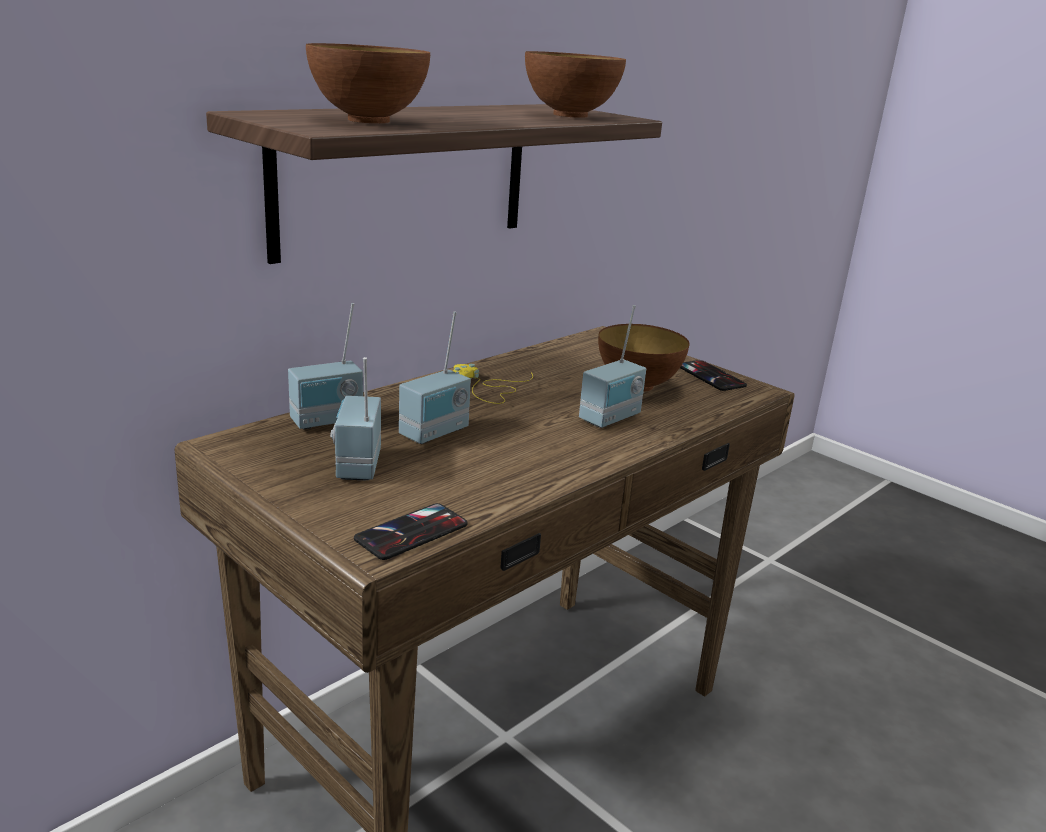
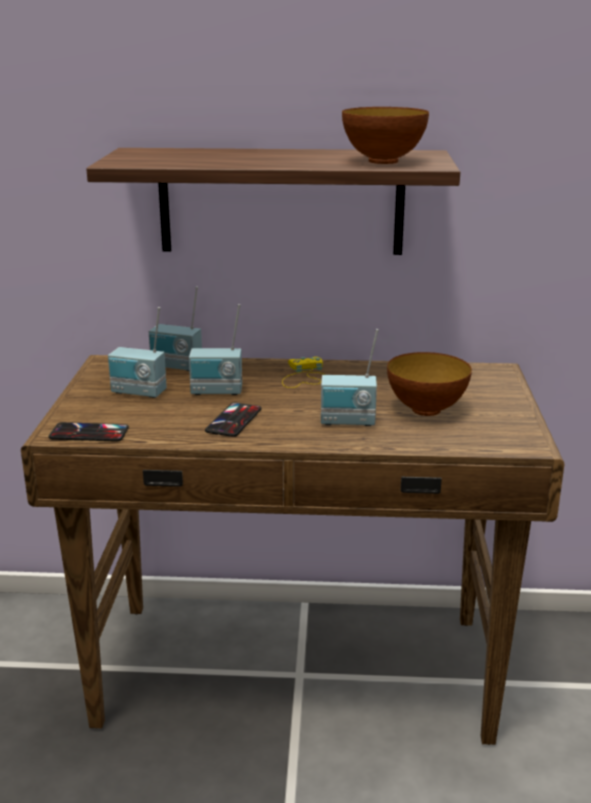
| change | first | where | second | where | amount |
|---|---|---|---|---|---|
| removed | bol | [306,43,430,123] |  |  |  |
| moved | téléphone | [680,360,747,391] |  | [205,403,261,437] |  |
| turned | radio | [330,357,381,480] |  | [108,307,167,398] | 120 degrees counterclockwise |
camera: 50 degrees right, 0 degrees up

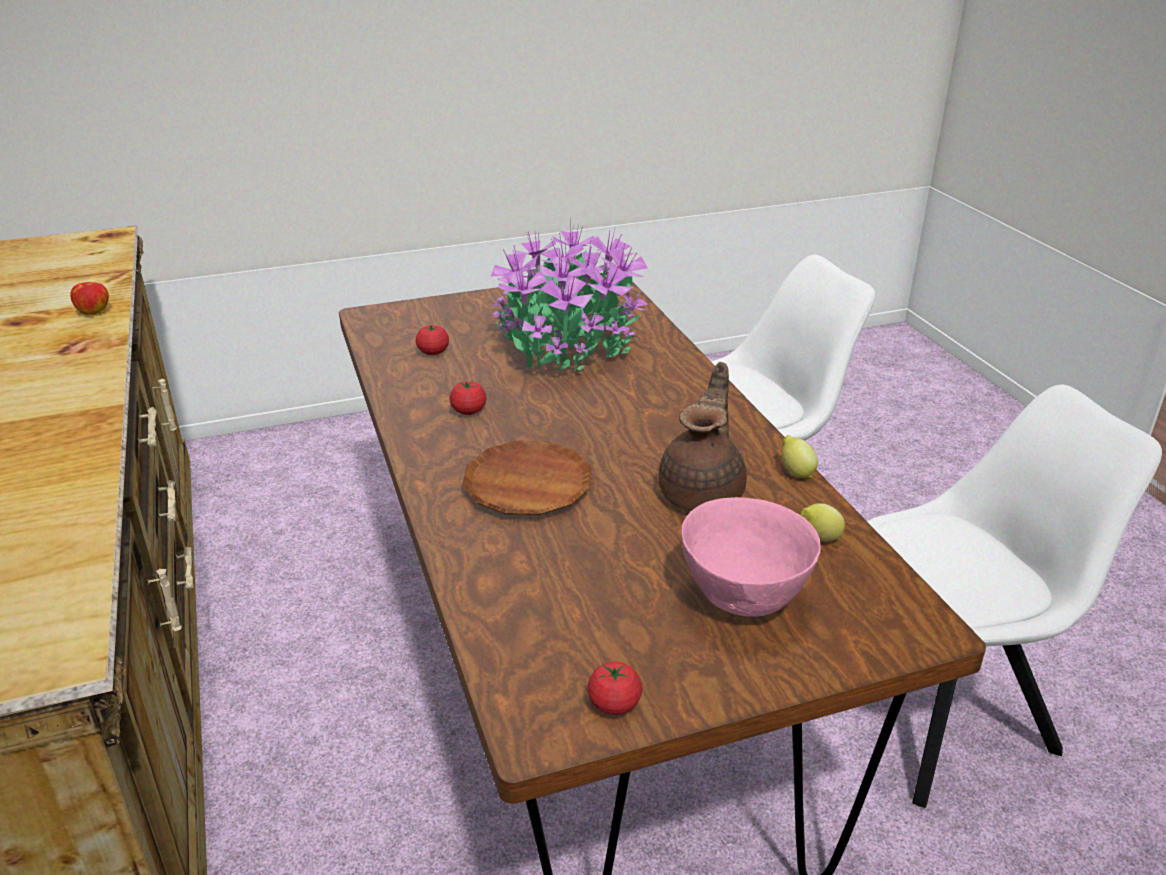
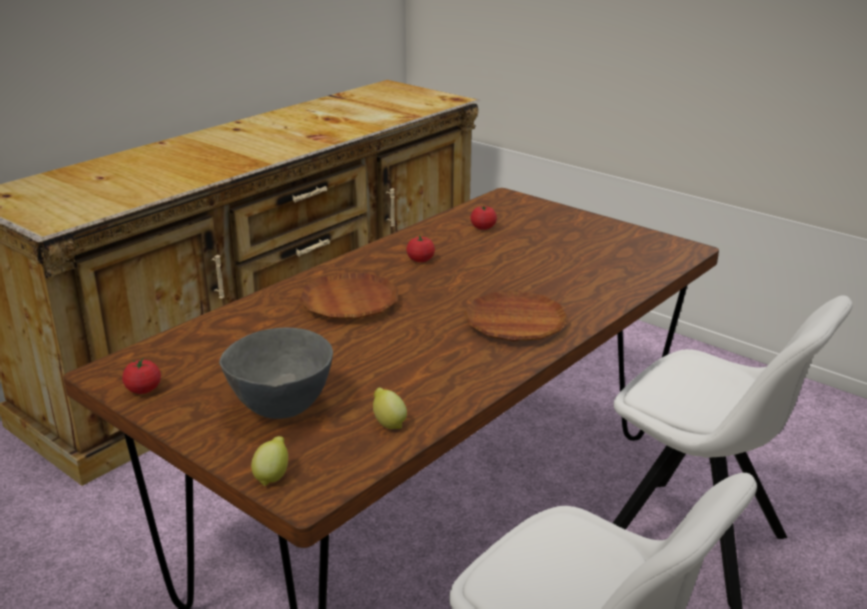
| change | first | where | second | where | amount |
|---|---|---|---|---|---|
| removed | pomme | [70,282,109,315] |  |  |  |
| removed | plante en pot | [491,220,648,372] |  |  |  |
| removed | théière [marron] | [658,362,747,511] |  |  |  |
| added |  |  | assiette [marron] | [464,291,568,342] |  |
| moved | citron | [782,435,818,478] |  | [251,436,288,486] |  |
| recoloured | bol [rose] | [681,497,821,617] | bol [gris] | [219,328,333,419] |  |
camera: 60 degrees right, 5 degrees down

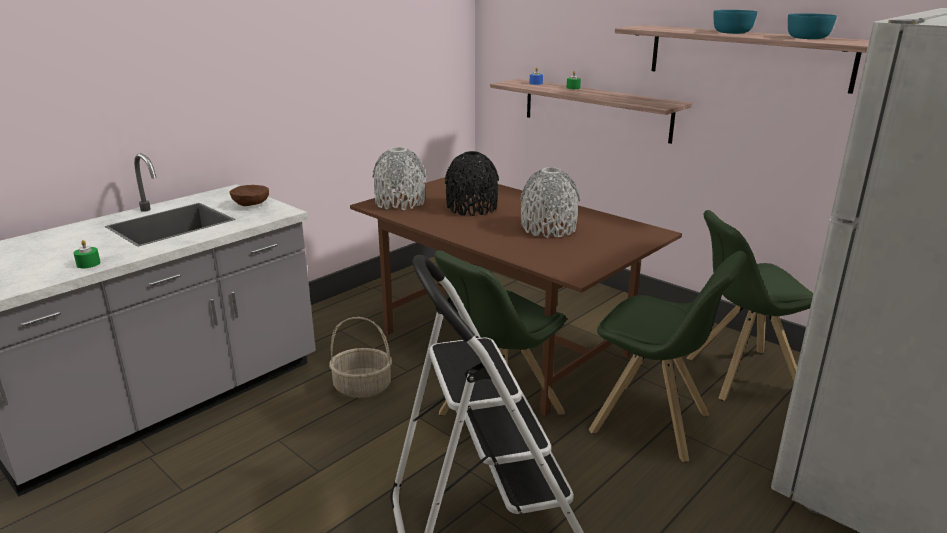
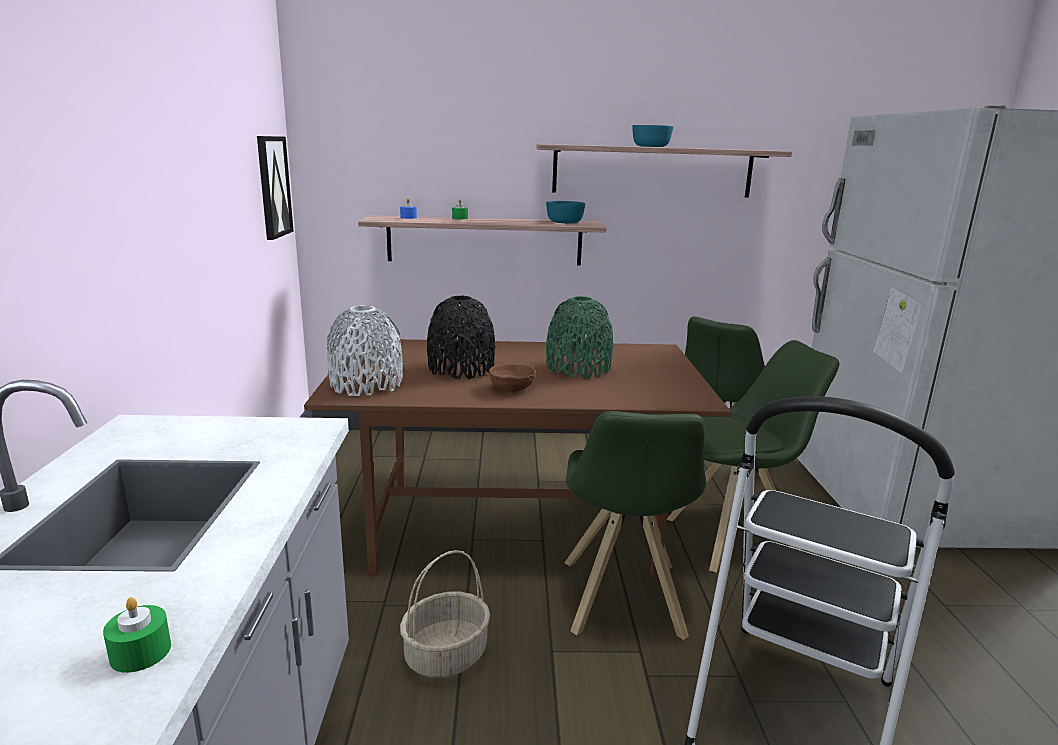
| change | first | where | second | where | amount |
|---|---|---|---|---|---|
| added |  |  | tableau | [257,136,294,240] |  |
| moved | bol [marron] | [229,185,269,206] |  | [489,364,536,392] |  |
| moved | bol [turquoise] | [788,13,837,39] |  | [546,201,585,223] |  |
| recoloured | vase [gris] | [520,167,580,238] | vase [vert] | [546,296,613,379] |  |
camera: 45 degrees left, 5 degrees down

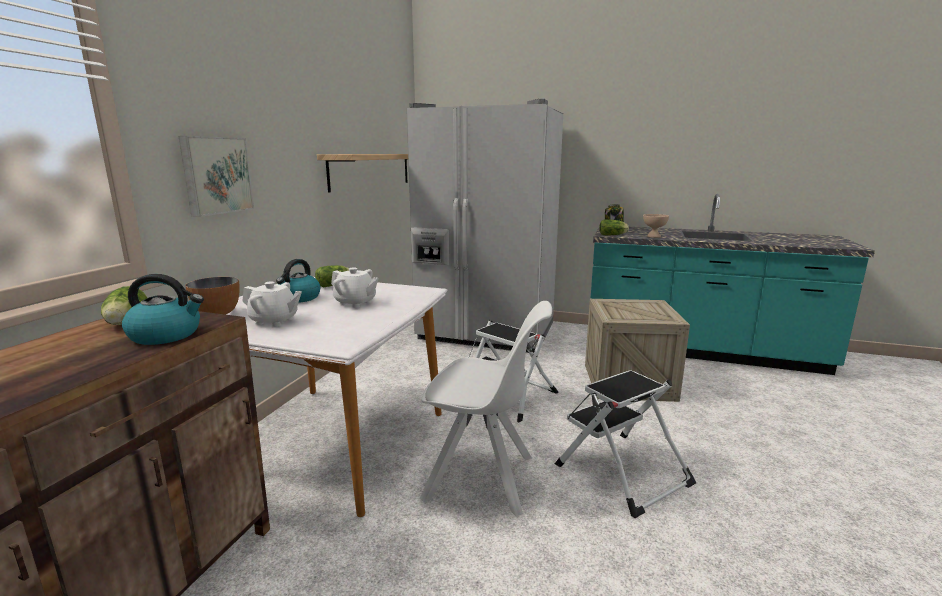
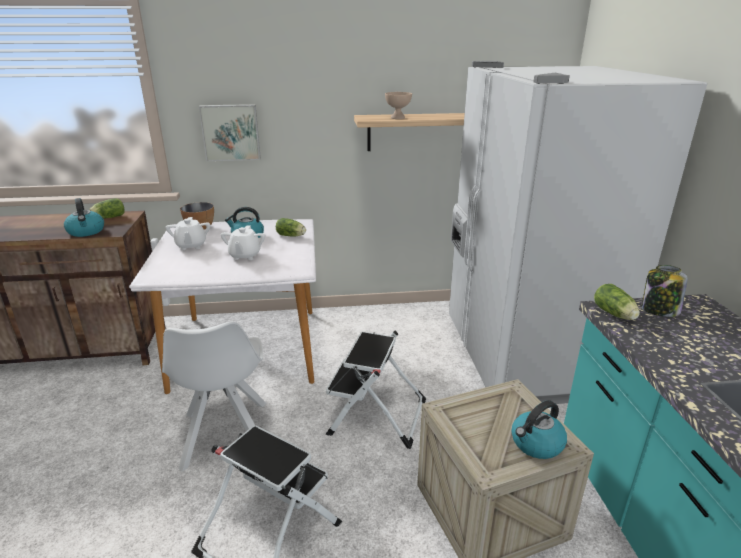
| change | first | where | second | where | amount |
|---|---|---|---|---|---|
| added |  |  | bouilloire | [511,400,567,459] |  |
| moved | bol [beige] | [643,214,669,238] |  | [385,92,412,119] |  |
camera: 65 degrees right, 10 degrees up

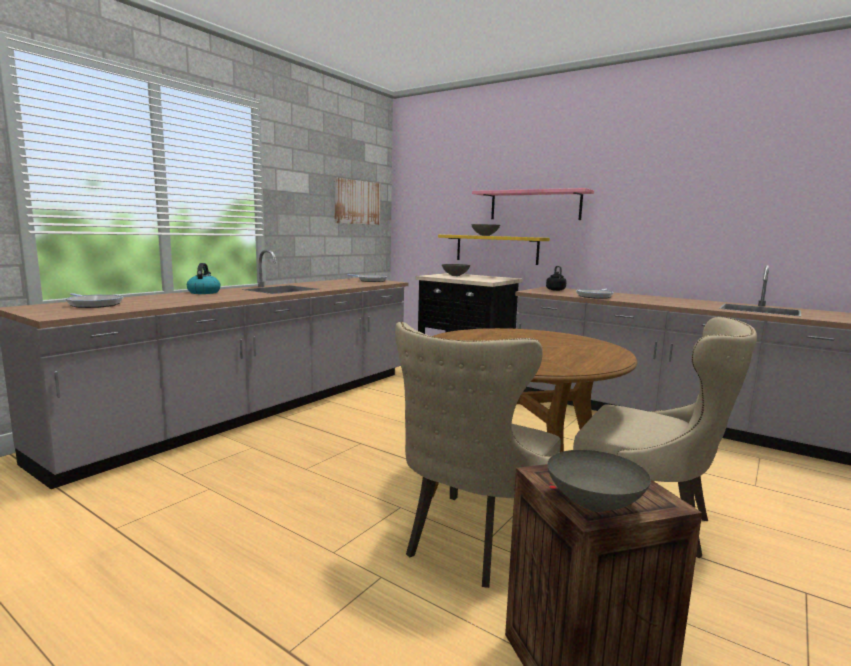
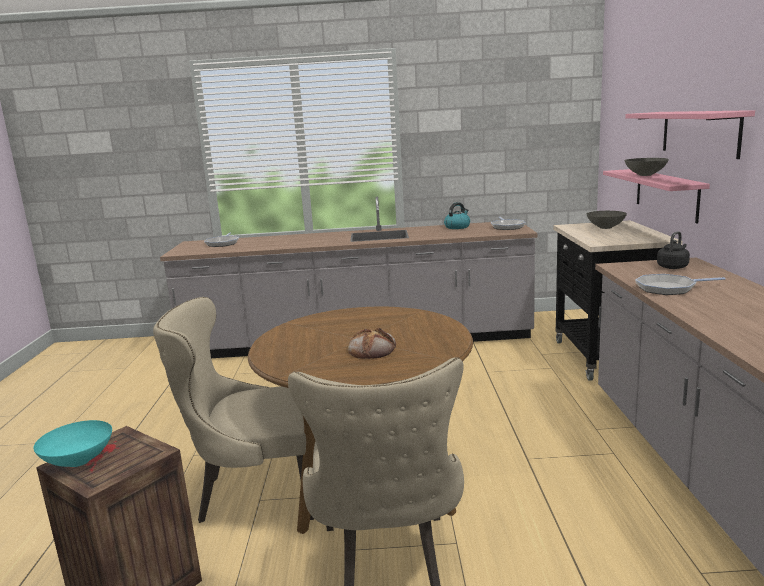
| change | first | where | second | where | amount |
|---|---|---|---|---|---|
| removed | tableau | [335,178,380,225] |  |  |  |
| added |  |  | pain | [348,328,396,359] |  |
| moved | bouilloire | [187,263,221,294] |  | [444,202,470,229] |  |
| recoloured | étagère [jaune] | [438,235,550,265] | étagère [rose] | [603,169,710,223] |  |
| recoloured | bol [gris] | [547,450,651,512] | bol [turquoise] | [33,420,112,467] |  |
camera: 55 degrees right, 5 degrees up

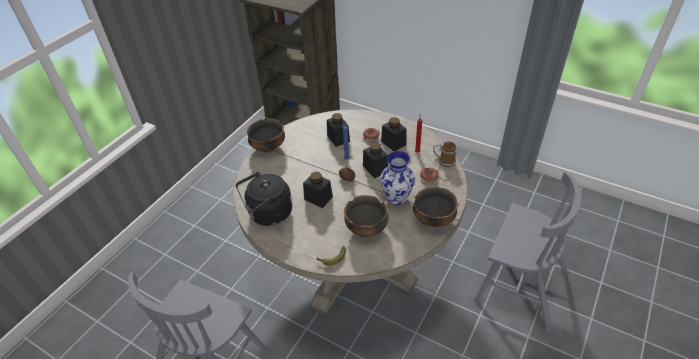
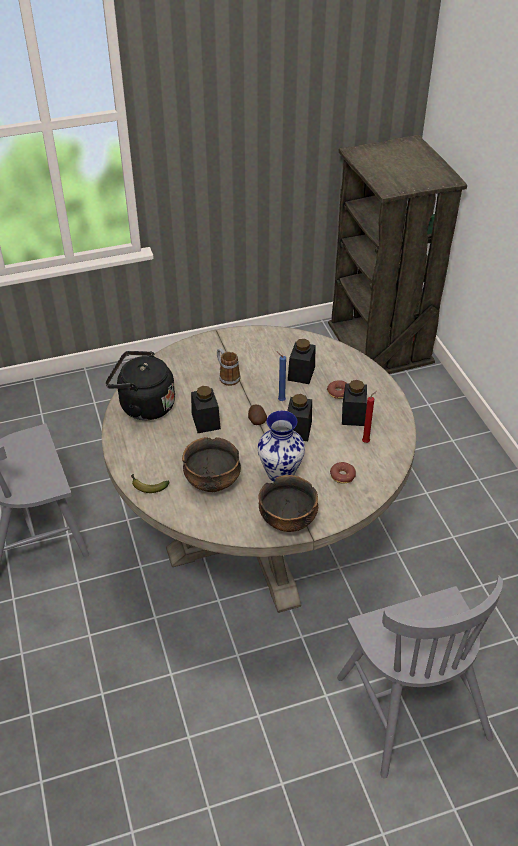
| change | first | where | second | where | amount |
|---|---|---|---|---|---|
| removed | bol | [247,119,285,152] |  |  |  |
| moved | mug | [433,141,456,167] |  | [217,348,240,386] |  |
camera: 40 degrees right, 0 degrees up

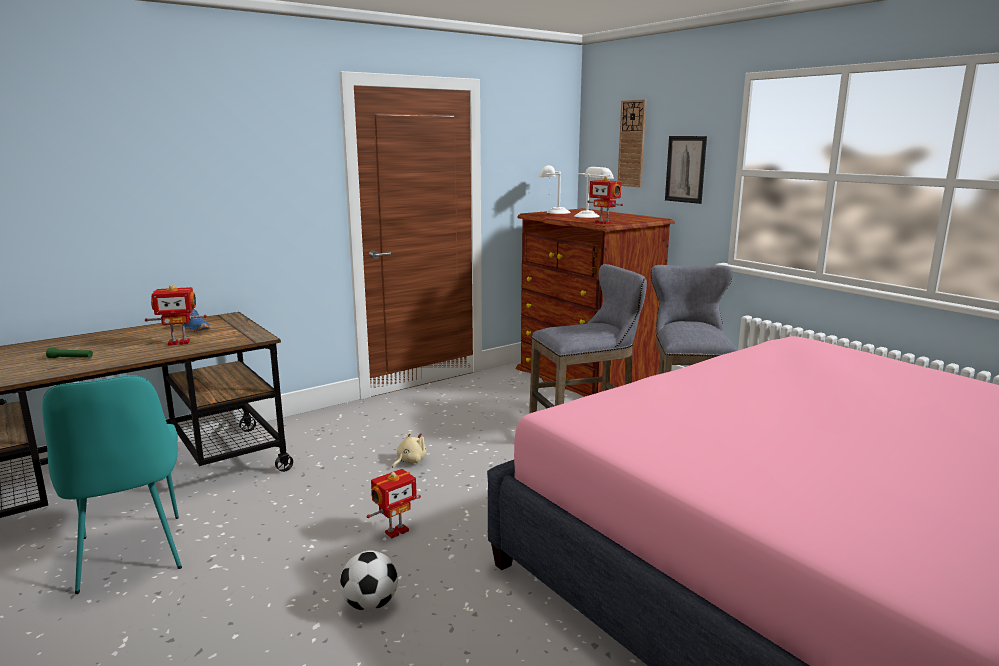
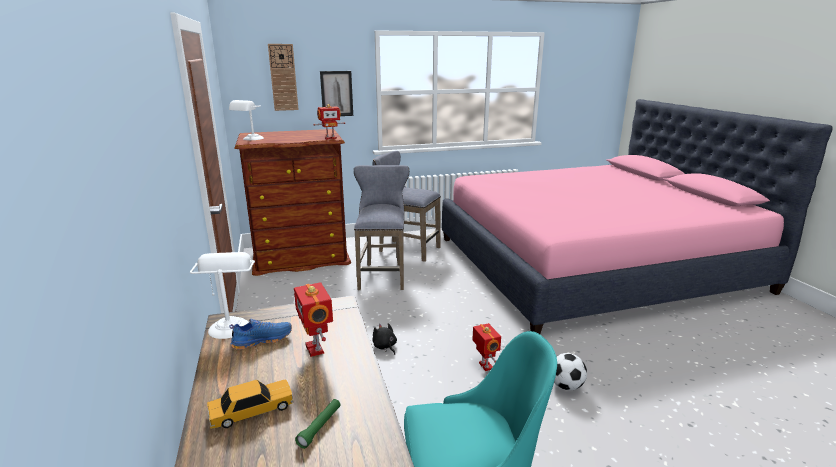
| change | first | where | second | where | amount |
|---|---|---|---|---|---|
| added |  |  | petite voiture | [207,379,293,429] |  |
| moved | lampe de table [blanc] | [575,167,614,218] |  | [190,252,255,339] |  |
| recoloured | peluche [beige] | [392,432,426,468] | peluche [noir] | [372,323,397,355] |  |
| turned | robot jouet | [145,284,207,346] |  | [294,282,333,357] | 150 degrees clockwise |
camera: 70 degrees left, 5 degrees up

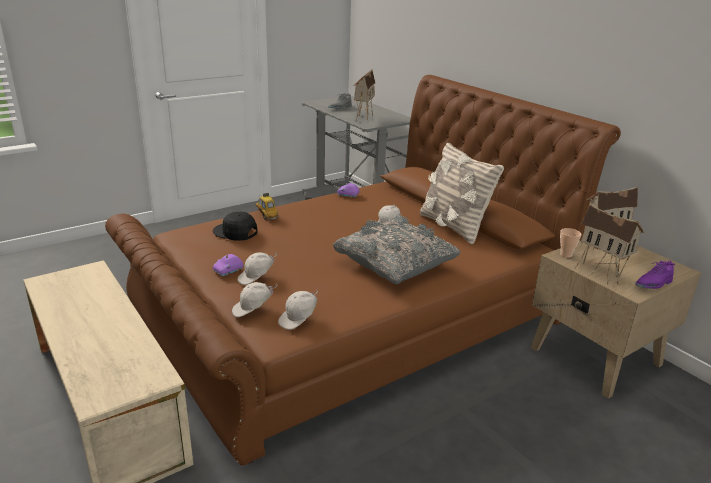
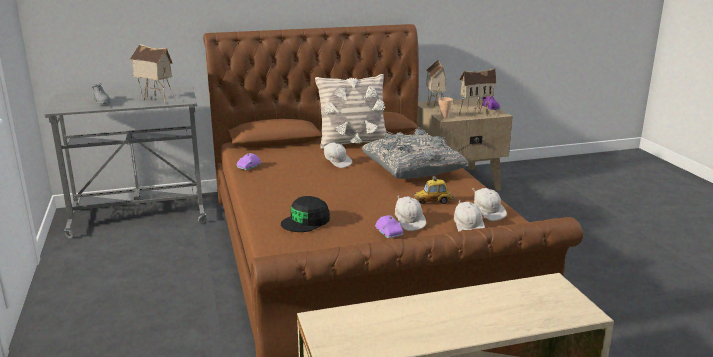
| change | first | where | second | where | amount |
|---|---|---|---|---|---|
| moved | petite voiture | [255,193,279,221] |  | [414,176,454,204] |  |
camera: 70 degrees left, 5 degrees down

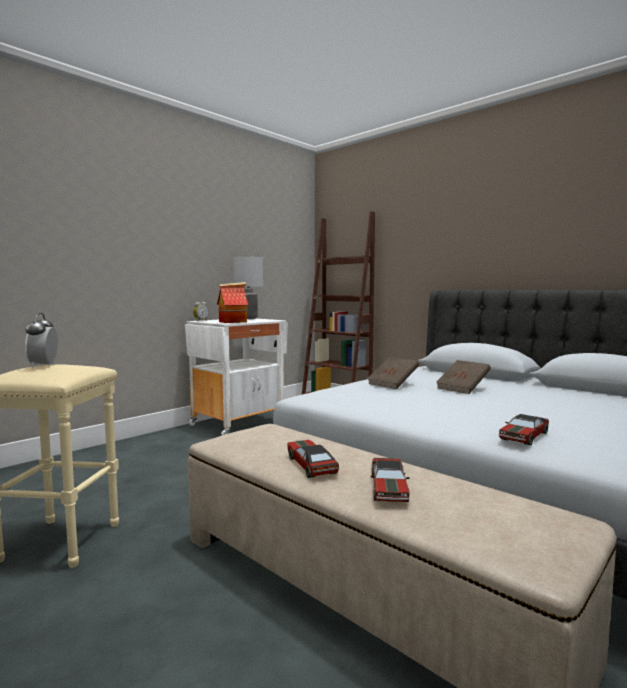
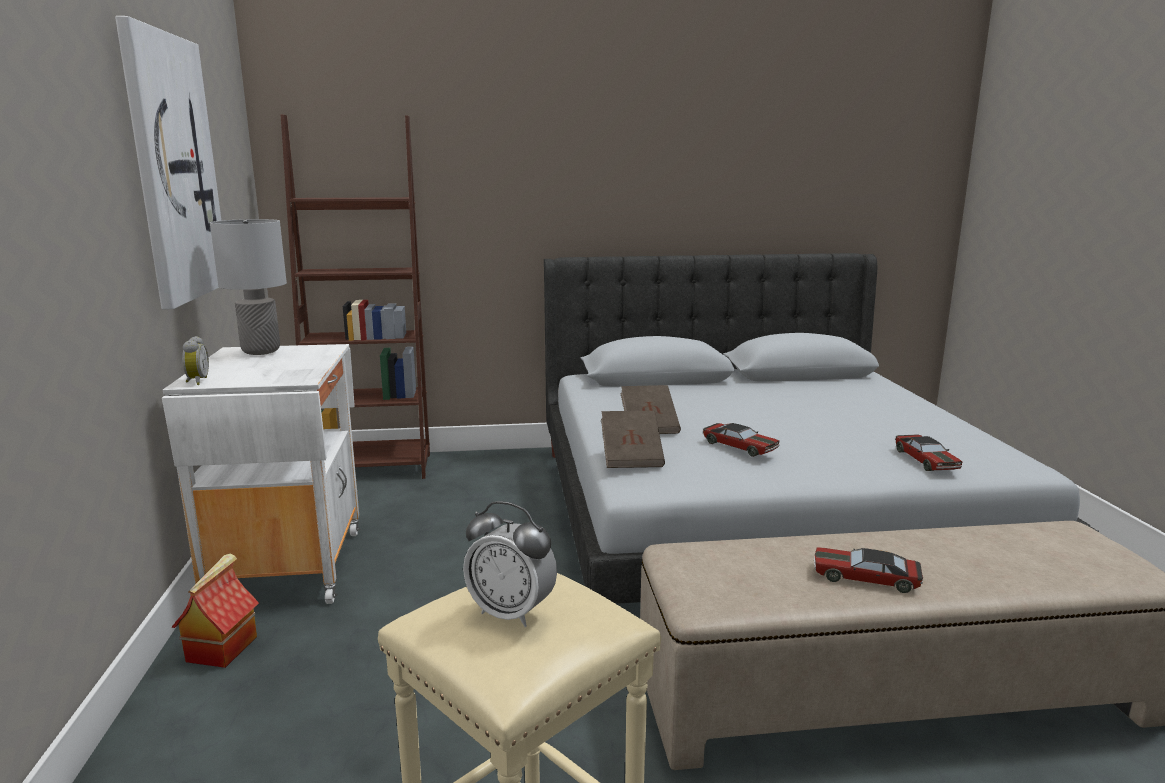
| change | first | where | second | where | amount |
|---|---|---|---|---|---|
| added |  |  | tableau | [115,16,221,309] |  |
| moved | maison miniature | [217,282,248,323] |  | [171,553,259,668] |  |
| moved | petite voiture | [371,458,409,502] |  | [703,423,780,457] |  |
| moved | livre [marron] | [436,360,491,394] |  | [601,411,665,468] |  |
camera: 50 degrees left, 10 degrees up

